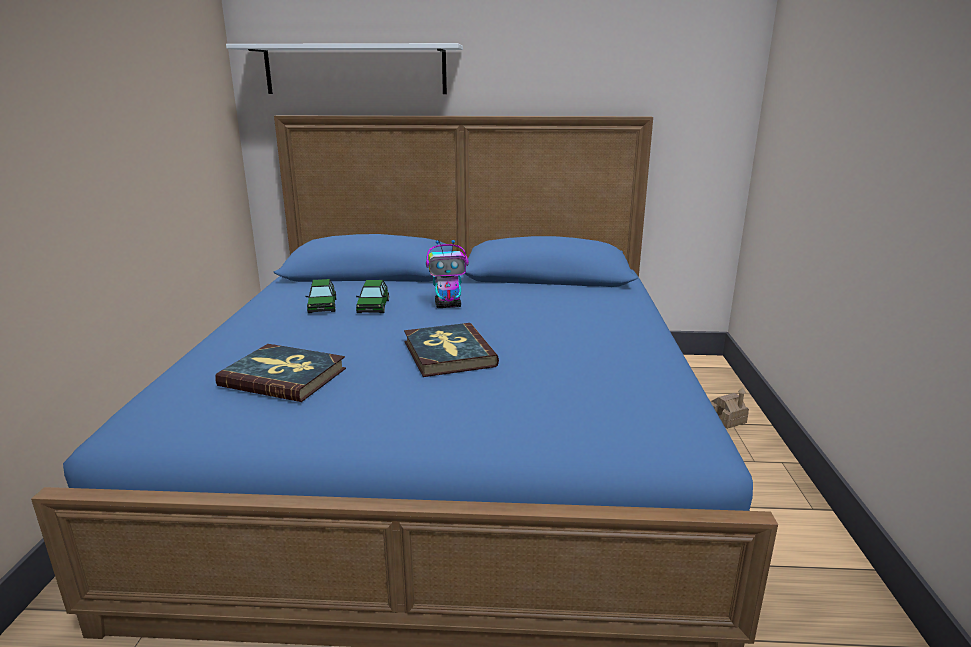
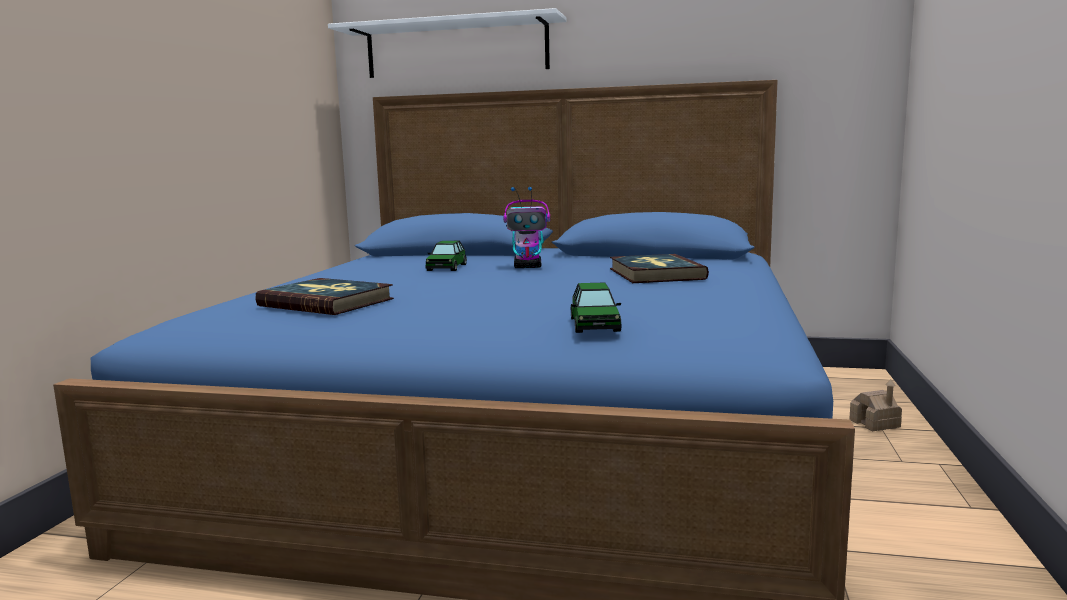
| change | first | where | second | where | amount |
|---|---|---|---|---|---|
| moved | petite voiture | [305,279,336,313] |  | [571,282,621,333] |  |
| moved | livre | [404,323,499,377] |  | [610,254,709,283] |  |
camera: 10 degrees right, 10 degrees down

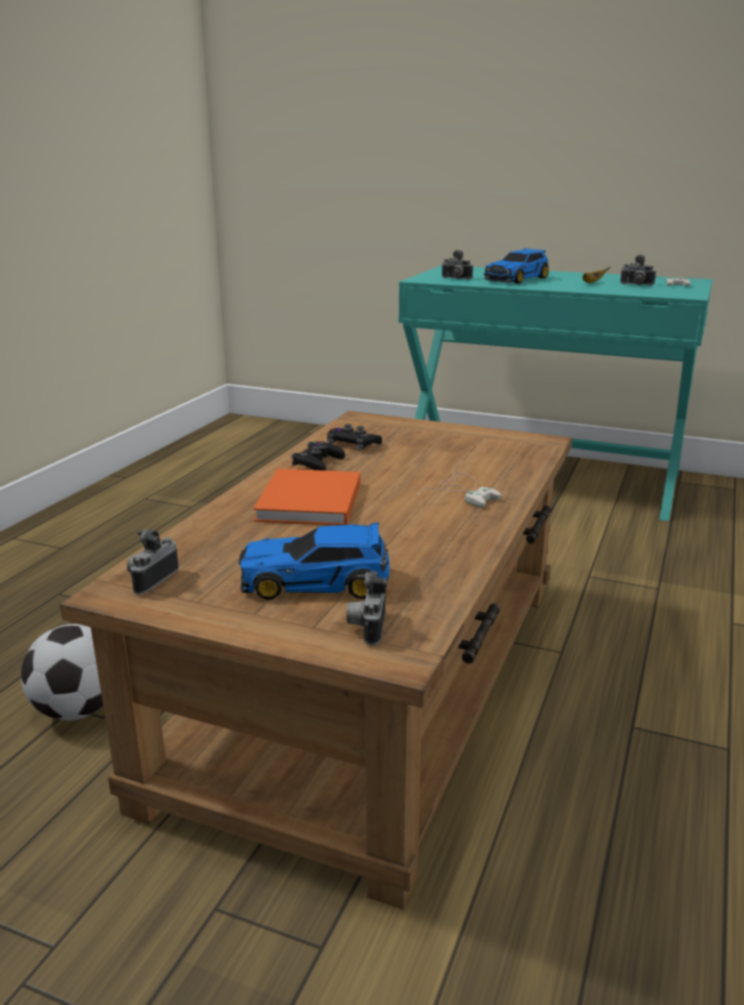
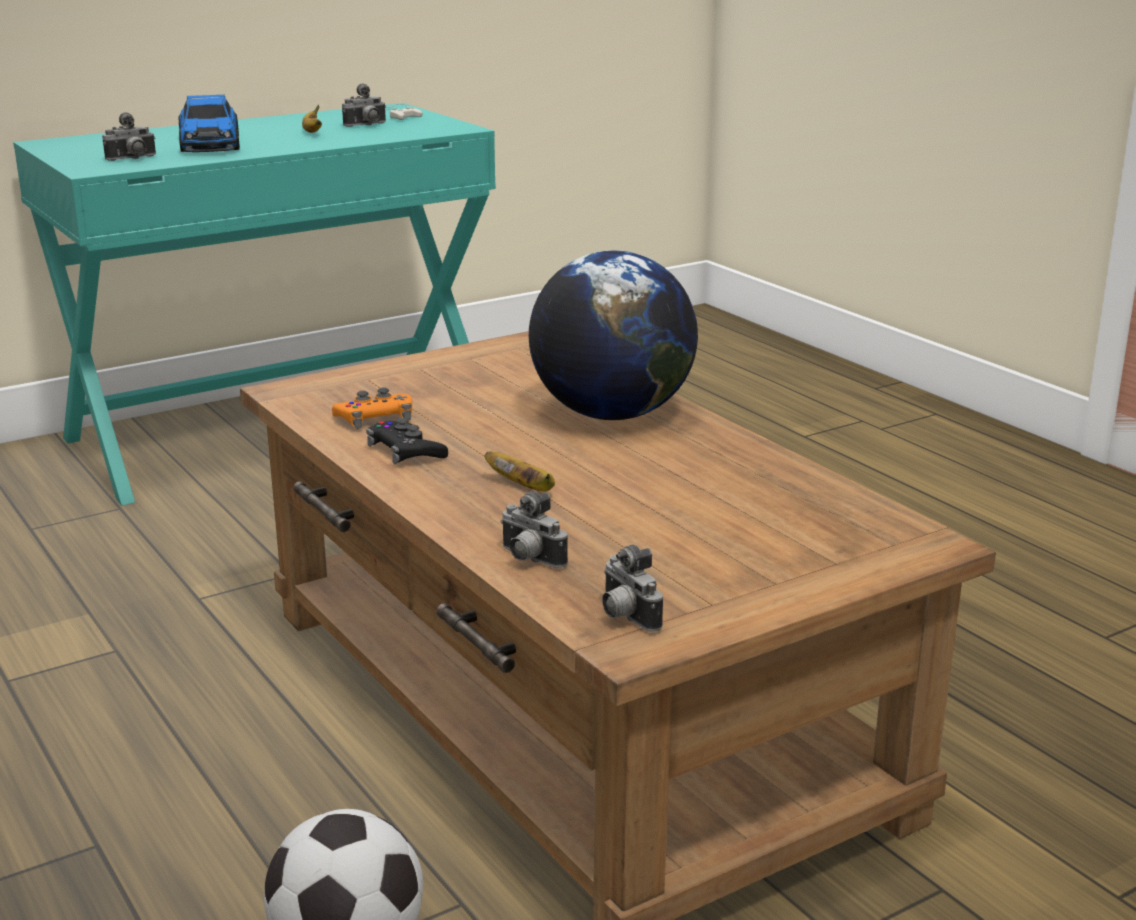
| change | first | where | second | where | amount |
|---|---|---|---|---|---|
| removed | petite voiture | [239,522,390,600] |  |  |  |
| moved | appareil photo | [346,571,387,645] |  | [500,491,568,568] |  |
| replaced | livre [orange] | [253,469,360,525] | banane | [484,451,555,491] |  |
| replaced | manette [blanc] | [418,473,501,507] | globe | [529,250,698,420] |  |
| recoloured | manette [noir] | [327,424,382,451] | manette [orange] | [332,388,412,429] |  |
camera: 55 degrees left, 0 degrees up

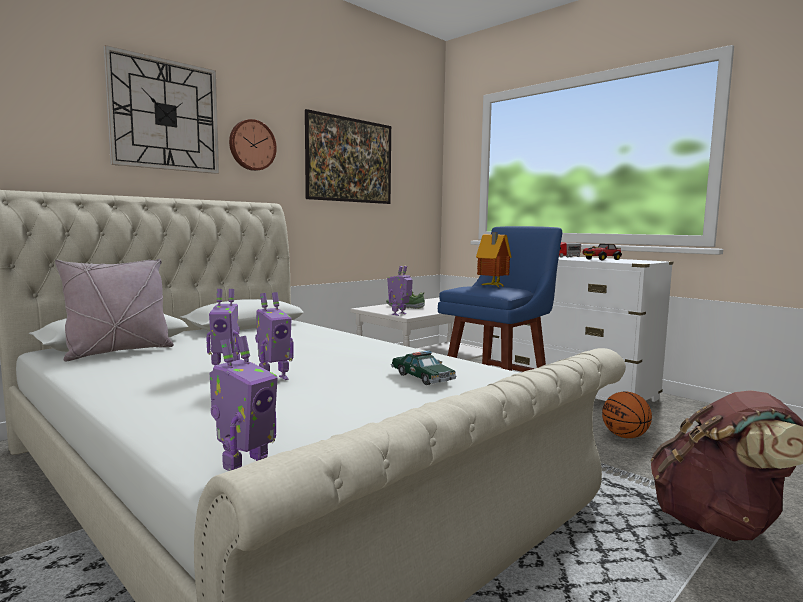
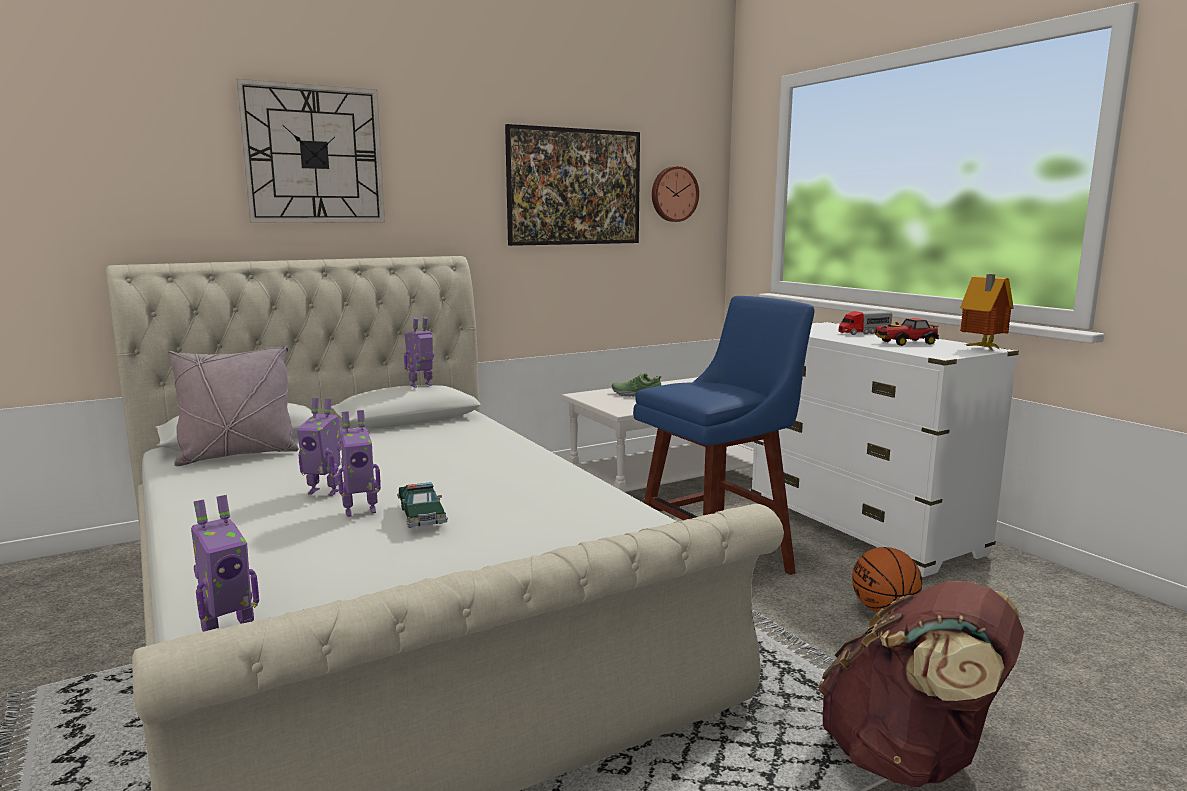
| change | first | where | second | where | amount |
|---|---|---|---|---|---|
| moved | horloge murale | [229,119,277,171] |  | [652,166,699,222] |  |
| moved | robot jouet | [387,266,413,316] |  | [404,317,434,388] |  |
| moved | petite voiture | [391,350,457,385] |  | [397,482,448,528] |  |
| moved | maison miniature | [476,232,512,288] |  | [960,274,1014,350] |  |
camera: 15 degrees right, 5 degrees up

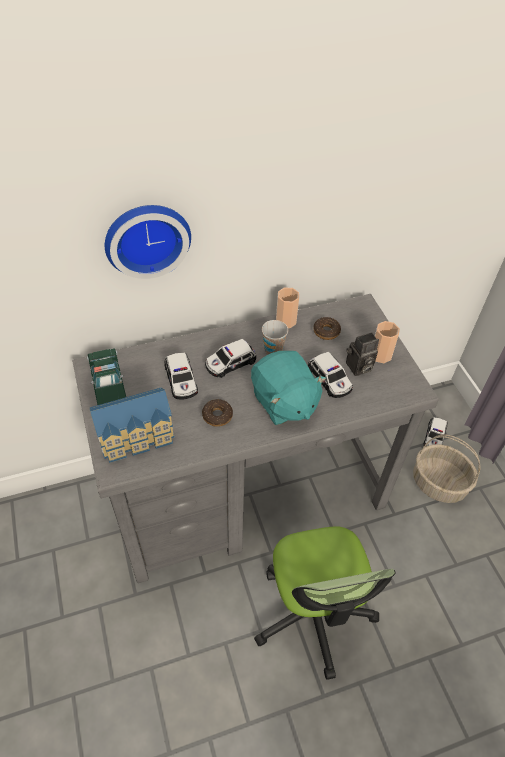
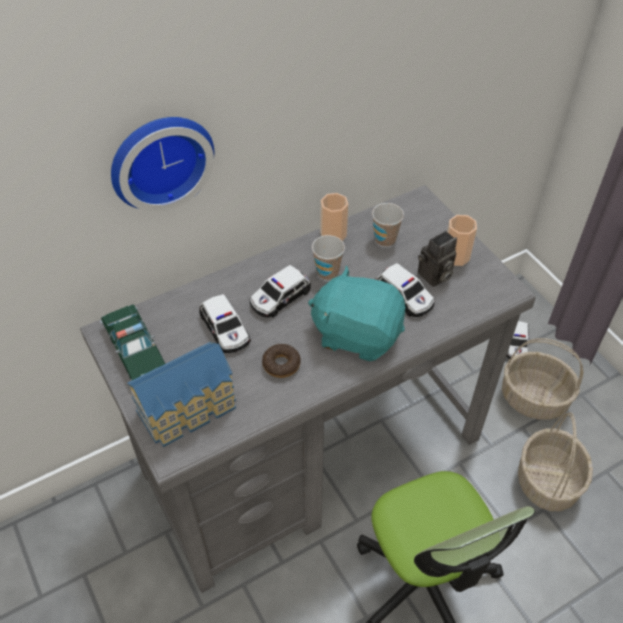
| change | first | where | second | where | amount |
|---|---|---|---|---|---|
| added |  |  | panier | [518,412,593,511] |  |
| replaced | beignet | [313,317,341,340] | tasse | [372,203,404,247] |  |
| turned | peluche [turquoise] | [251,351,326,425] |  | [308,266,406,361] | 150 degrees clockwise |
camera: 10 degrees left, 0 degrees up

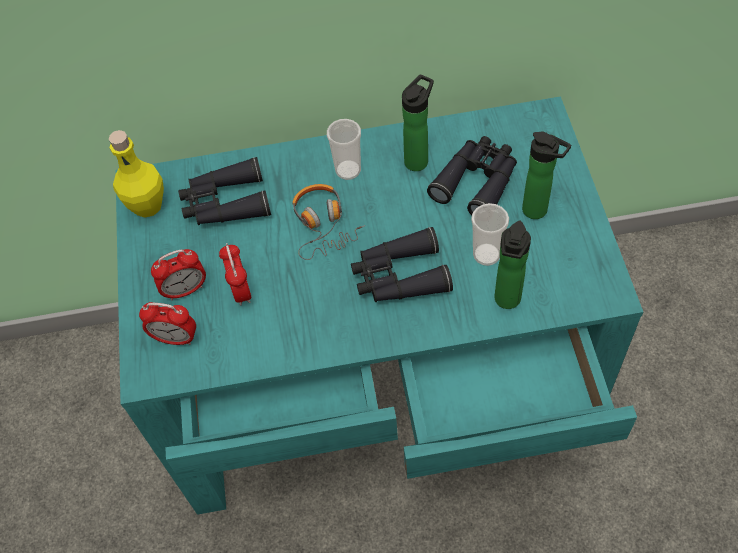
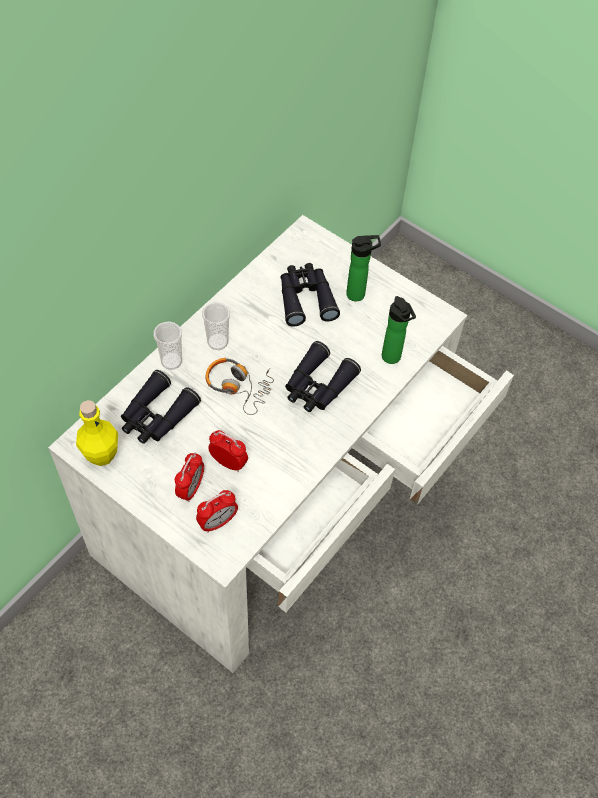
| change | first | where | second | where | amount |
|---|---|---|---|---|---|
| removed | bouteille | [402,75,434,171] |  |  |  |
| moved | tasse | [471,203,509,266] |  | [153,321,182,370] |  |
| recoloured | bureau [turquoise] | [115,96,643,515] | bureau [blanc] | [48,215,514,673] |  |
camera: 50 degrees left, 0 degrees up

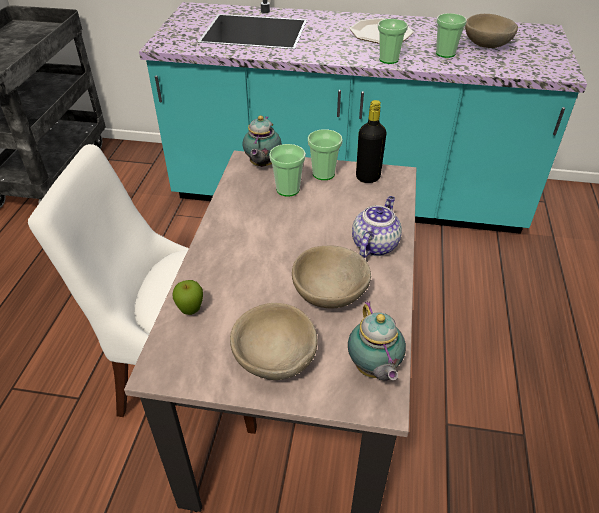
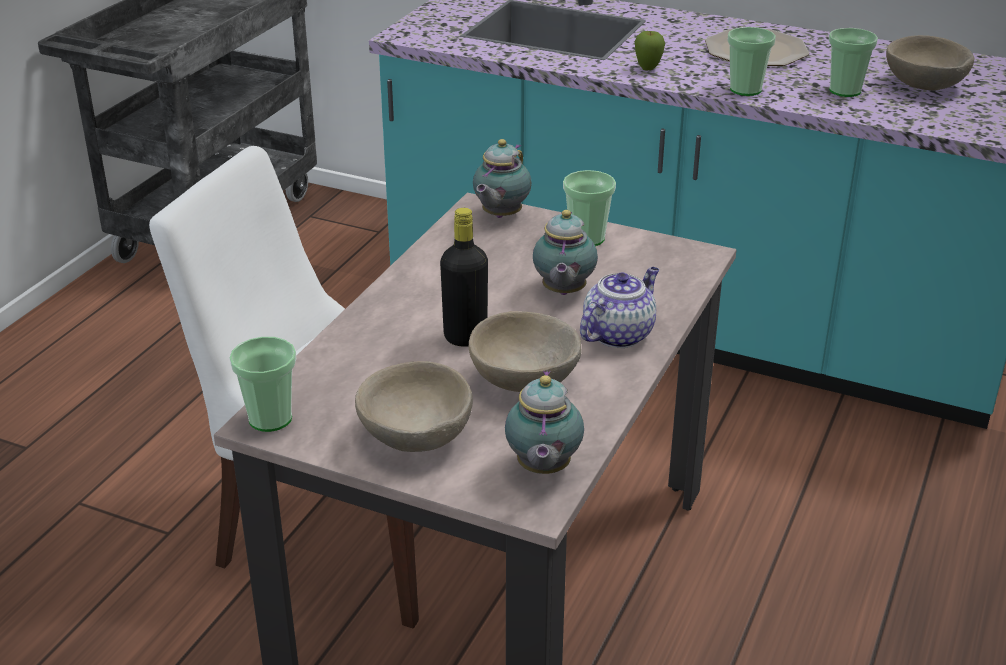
| change | first | where | second | where | amount |
|---|---|---|---|---|---|
| added |  |  | théière | [533,210,598,295] |  |
| moved | pomme | [173,280,203,315] |  | [635,31,665,70] |  |
| moved | tasse | [269,144,306,197] |  | [229,337,296,432] |  |
| moved | bouteille [noir] | [356,100,386,183] |  | [440,208,488,347] |  |
camera: 15 degrees right, 10 degrees down

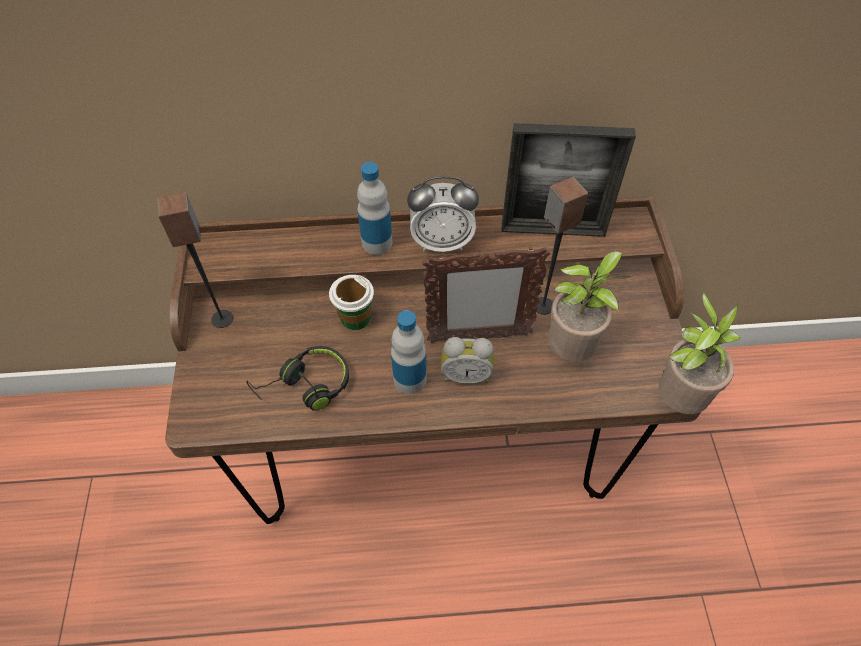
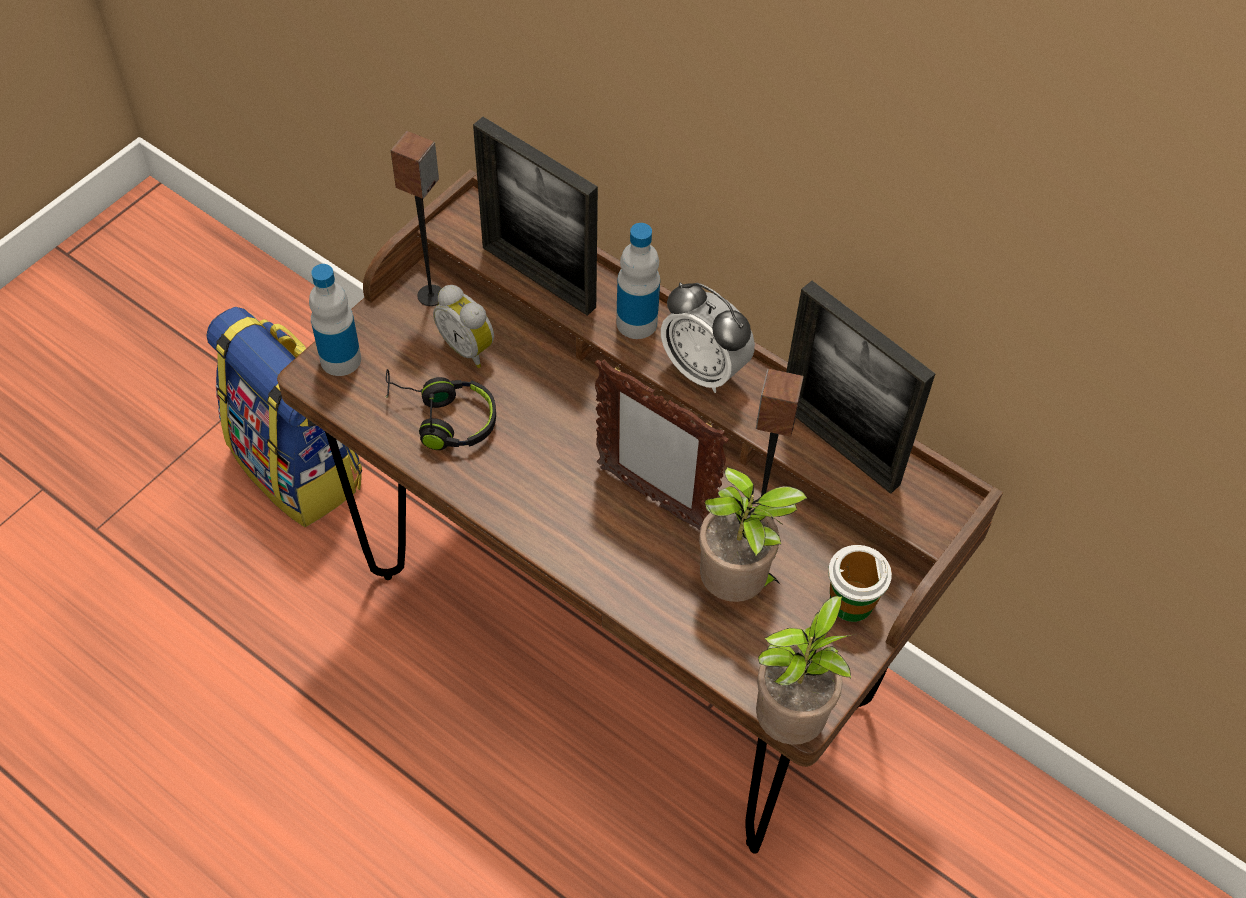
| change | first | where | second | where | amount |
|---|---|---|---|---|---|
| added |  |  | sac à dos | [206,307,362,527] |  |
| added |  |  | cadre photo | [473,117,598,316] |  |
| moved | tasse | [329,275,374,330] |  | [828,545,892,622] |  |
| moved | bouteille | [391,310,427,394] |  | [309,264,361,376] |  |
| moved | réveil | [441,337,494,384] |  | [433,285,494,368] |  |
camera: 40 degrees right, 0 degrees up

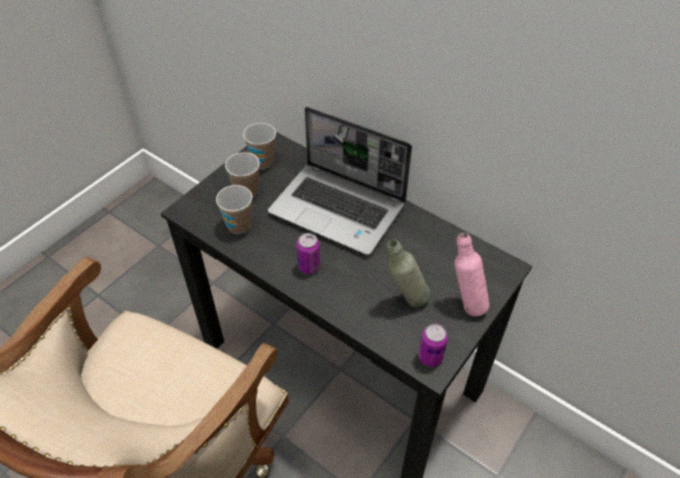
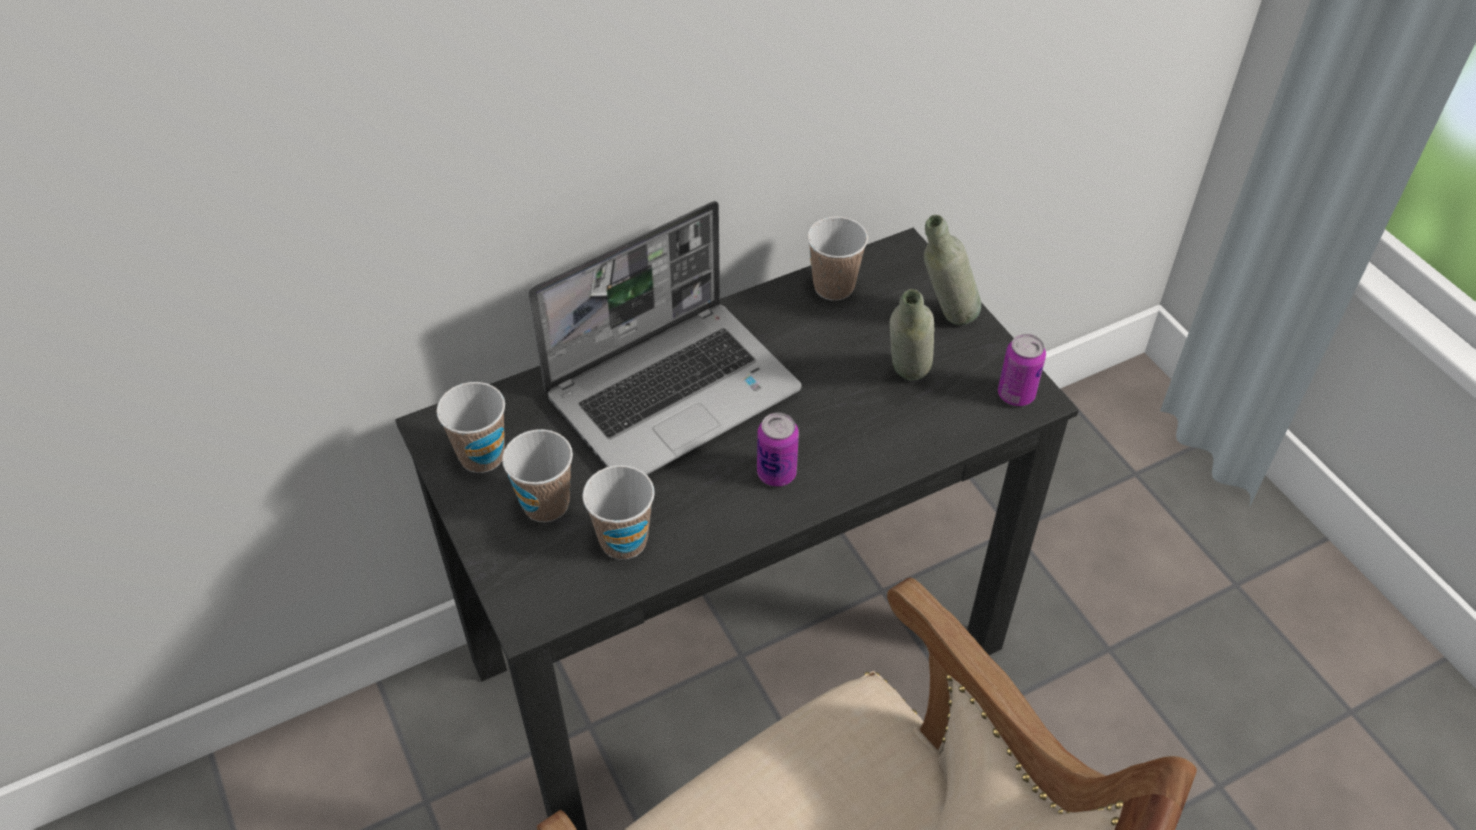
| change | first | where | second | where | amount |
|---|---|---|---|---|---|
| added |  |  | tasse | [807,217,868,301] |  |
| recoloured | bouteille [rose] | [454,232,489,317] | bouteille [gris] | [924,215,981,325] |  |
camera: 65 degrees left, 0 degrees up

